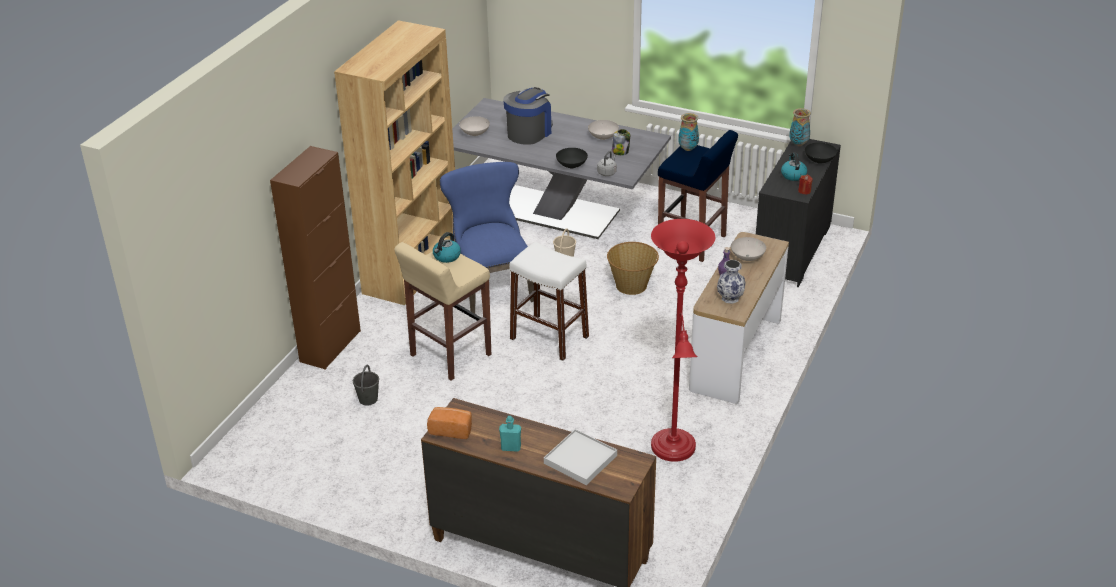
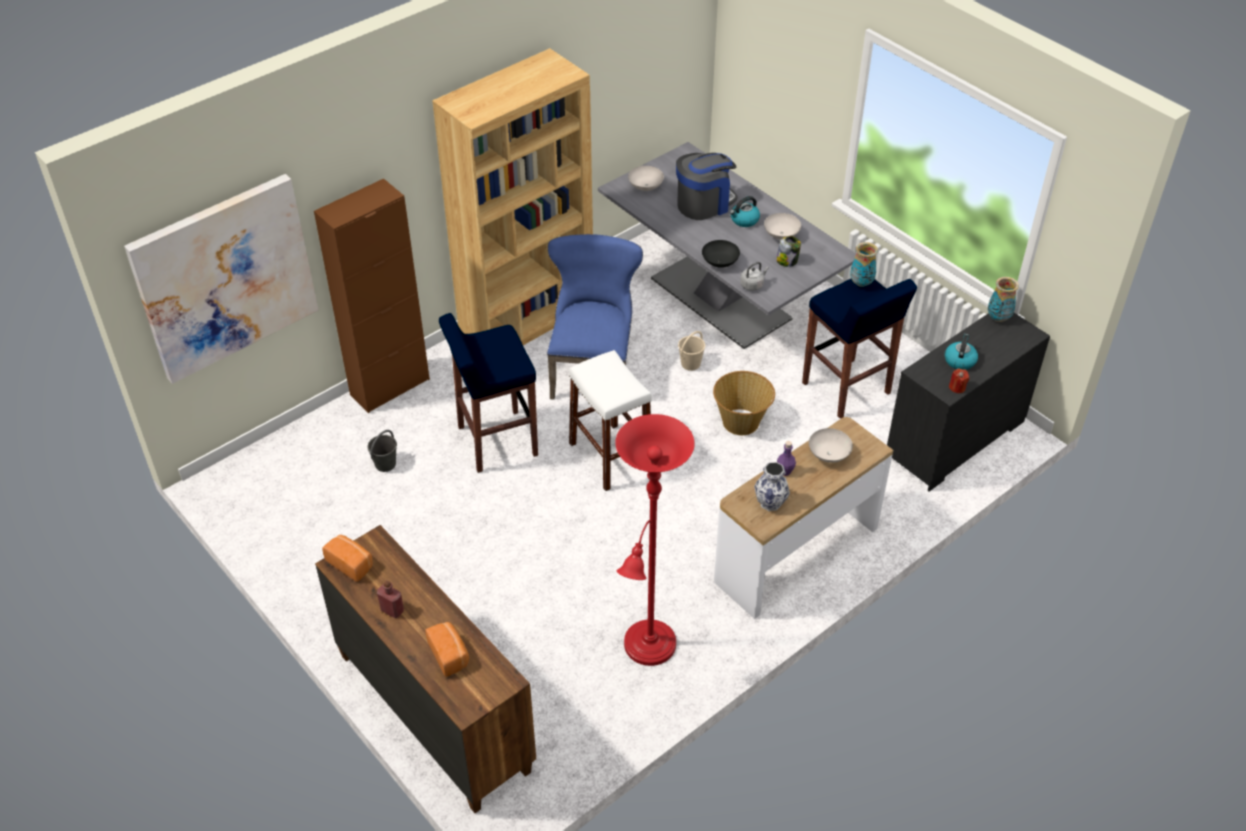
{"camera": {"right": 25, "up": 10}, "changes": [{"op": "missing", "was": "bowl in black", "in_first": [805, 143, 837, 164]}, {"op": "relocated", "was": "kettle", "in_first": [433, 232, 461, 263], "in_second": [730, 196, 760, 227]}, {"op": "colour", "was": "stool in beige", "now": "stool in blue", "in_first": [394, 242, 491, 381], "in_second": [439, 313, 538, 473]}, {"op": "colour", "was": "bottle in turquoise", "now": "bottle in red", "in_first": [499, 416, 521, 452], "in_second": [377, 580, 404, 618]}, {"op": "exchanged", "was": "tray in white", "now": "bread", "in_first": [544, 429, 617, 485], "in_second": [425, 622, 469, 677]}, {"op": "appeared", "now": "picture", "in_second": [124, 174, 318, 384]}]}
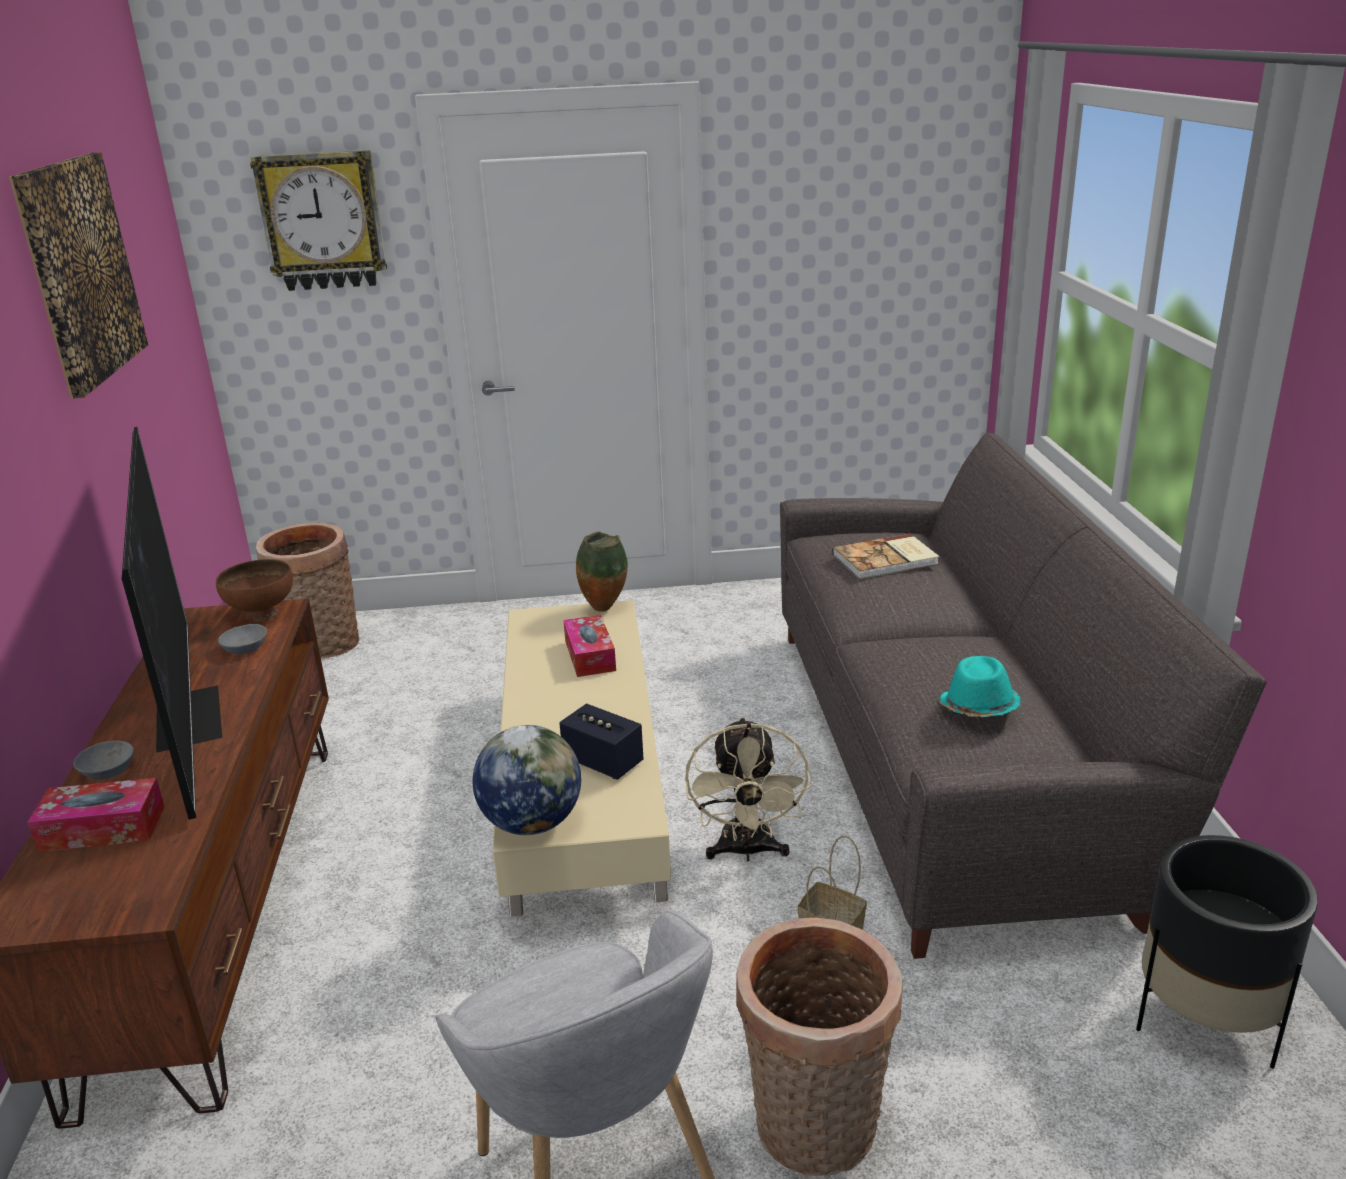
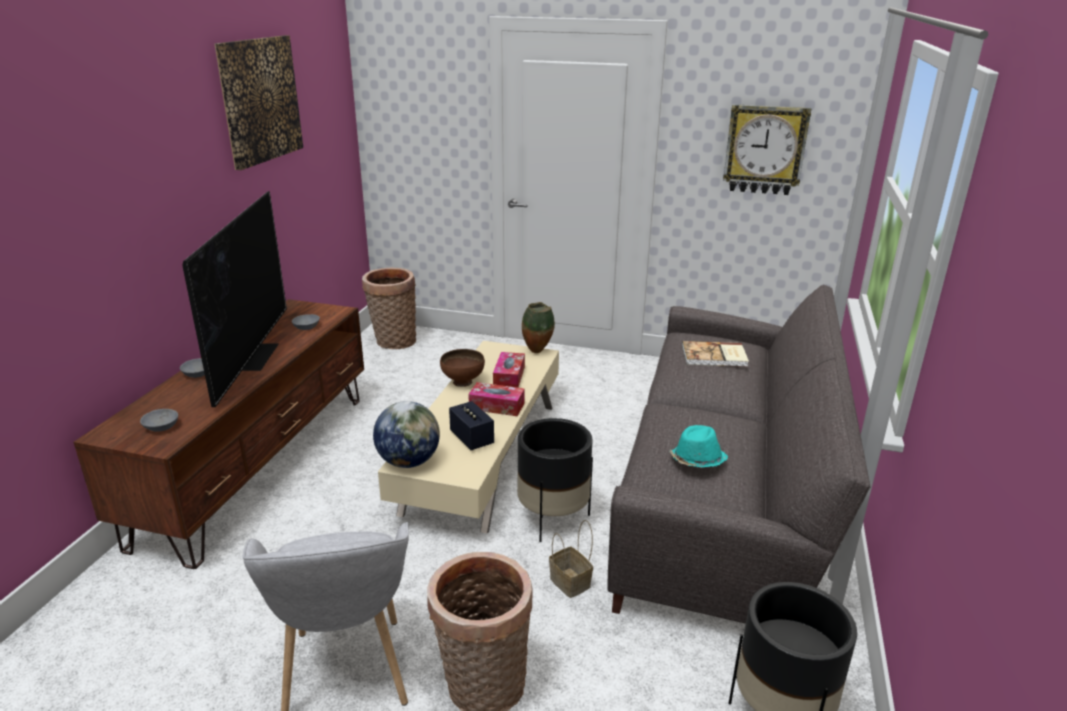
{"camera": {"right": 20, "up": 0}, "changes": [{"op": "relocated", "was": "wall clock", "in_first": [250, 150, 387, 291], "in_second": [723, 104, 811, 195]}, {"op": "relocated", "was": "bowl in brown", "in_first": [216, 559, 293, 621], "in_second": [440, 349, 485, 387]}, {"op": "exchanged", "was": "fan in beige", "now": "planter in black", "in_first": [685, 717, 811, 862], "in_second": [517, 418, 593, 542]}, {"op": "relocated", "was": "tissue box", "in_first": [27, 778, 165, 852], "in_second": [468, 382, 525, 416]}, {"op": "appeared", "now": "bowl in grey", "in_second": [140, 409, 178, 432]}]}
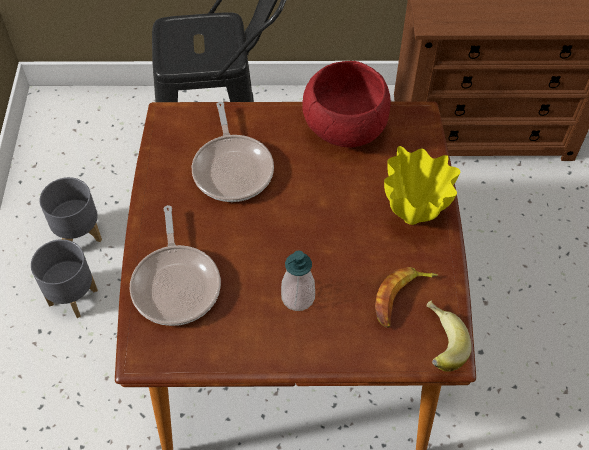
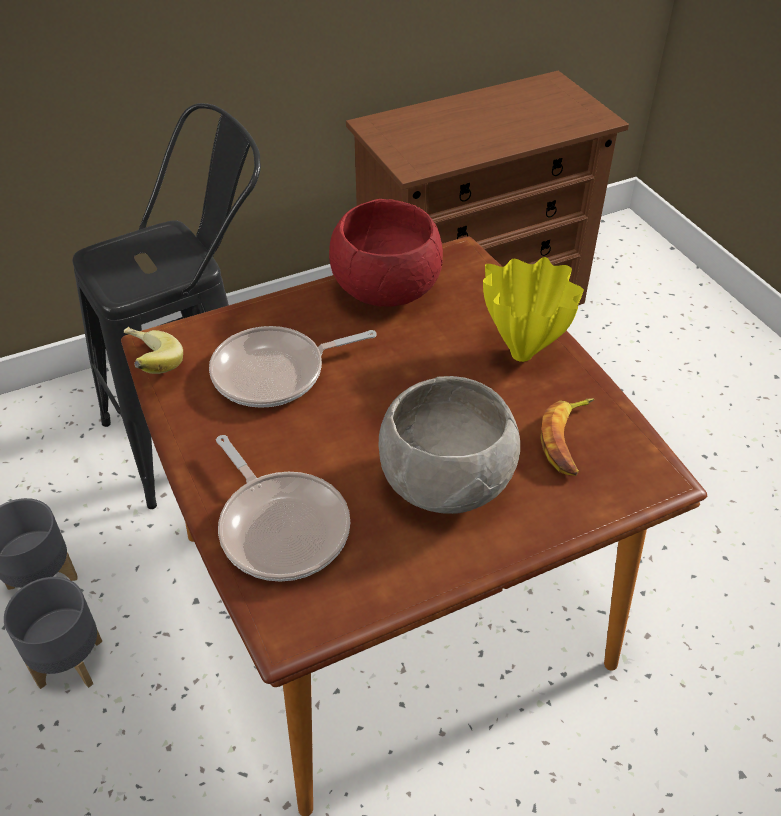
{"camera": {"right": -25, "up": -10}, "changes": [{"op": "spun", "was": "frying pan", "in_first": [192, 102, 274, 202], "in_second": [209, 326, 377, 408], "clockwise": 105}, {"op": "exchanged", "was": "soap dispenser", "now": "bowl in grey", "in_first": [281, 251, 315, 311], "in_second": [379, 376, 520, 514]}, {"op": "relocated", "was": "banana", "in_first": [427, 301, 472, 372], "in_second": [124, 327, 183, 374]}]}
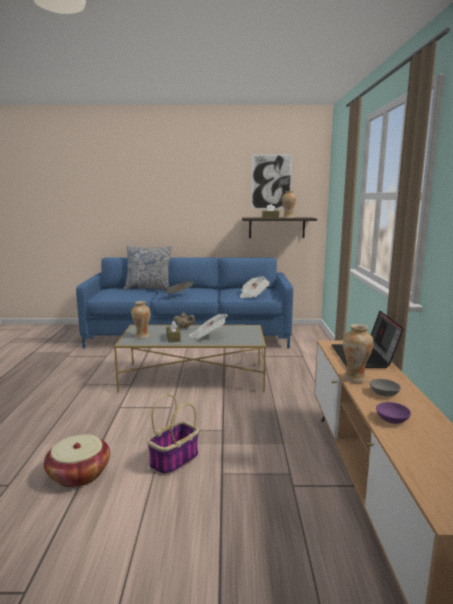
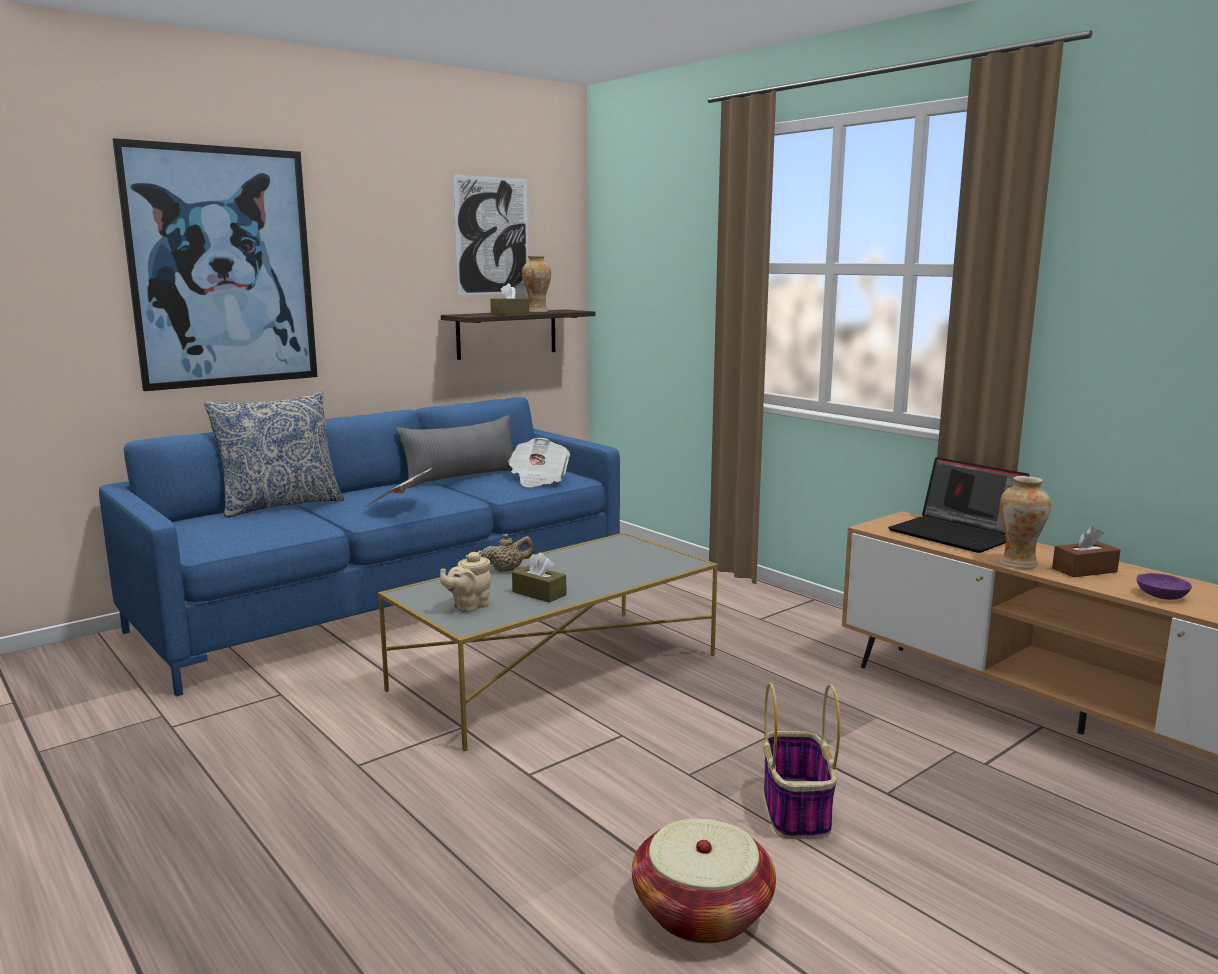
{"camera": {"right": -40, "up": 0}, "changes": [{"op": "exchanged", "was": "vase", "now": "teapot in beige", "in_first": [131, 301, 151, 339], "in_second": [440, 551, 491, 613]}, {"op": "missing", "was": "newspaper", "in_first": [189, 314, 228, 339]}, {"op": "exchanged", "was": "bowl in grey", "now": "tissue box in brown", "in_first": [370, 379, 401, 396], "in_second": [1052, 526, 1120, 577]}, {"op": "appeared", "now": "picture", "in_second": [112, 138, 318, 391]}, {"op": "appeared", "now": "pillow in grey", "in_second": [396, 415, 513, 488]}]}
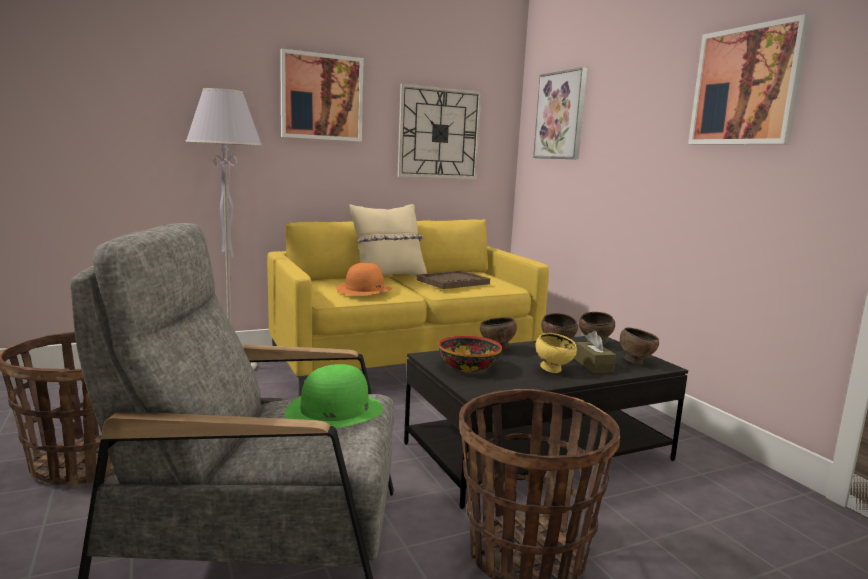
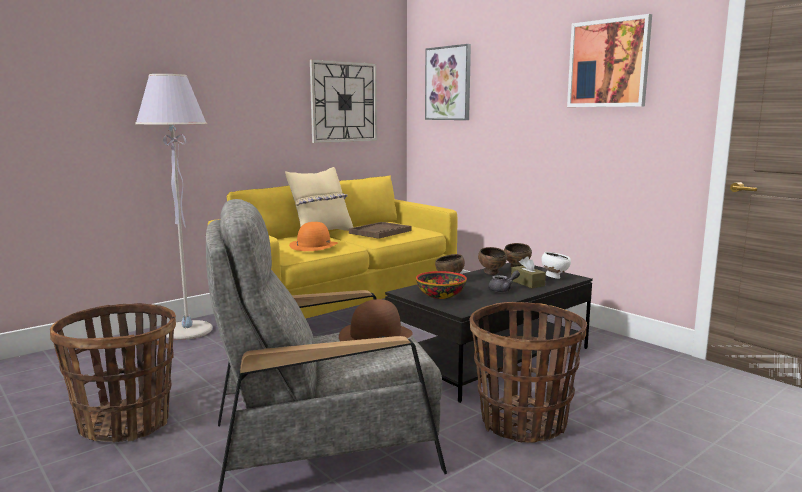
{"camera": {"right": -15, "up": 0}, "changes": [{"op": "missing", "was": "picture", "in_first": [280, 49, 364, 142]}, {"op": "colour", "was": "bowl in brown", "now": "bowl in white", "in_first": [620, 327, 659, 365], "in_second": [541, 252, 571, 279]}, {"op": "exchanged", "was": "bowl in yellow", "now": "teapot in grey", "in_first": [535, 333, 577, 373], "in_second": [488, 270, 520, 293]}, {"op": "colour", "was": "hat in green", "now": "hat in brown", "in_first": [285, 364, 384, 428], "in_second": [339, 299, 413, 341]}]}
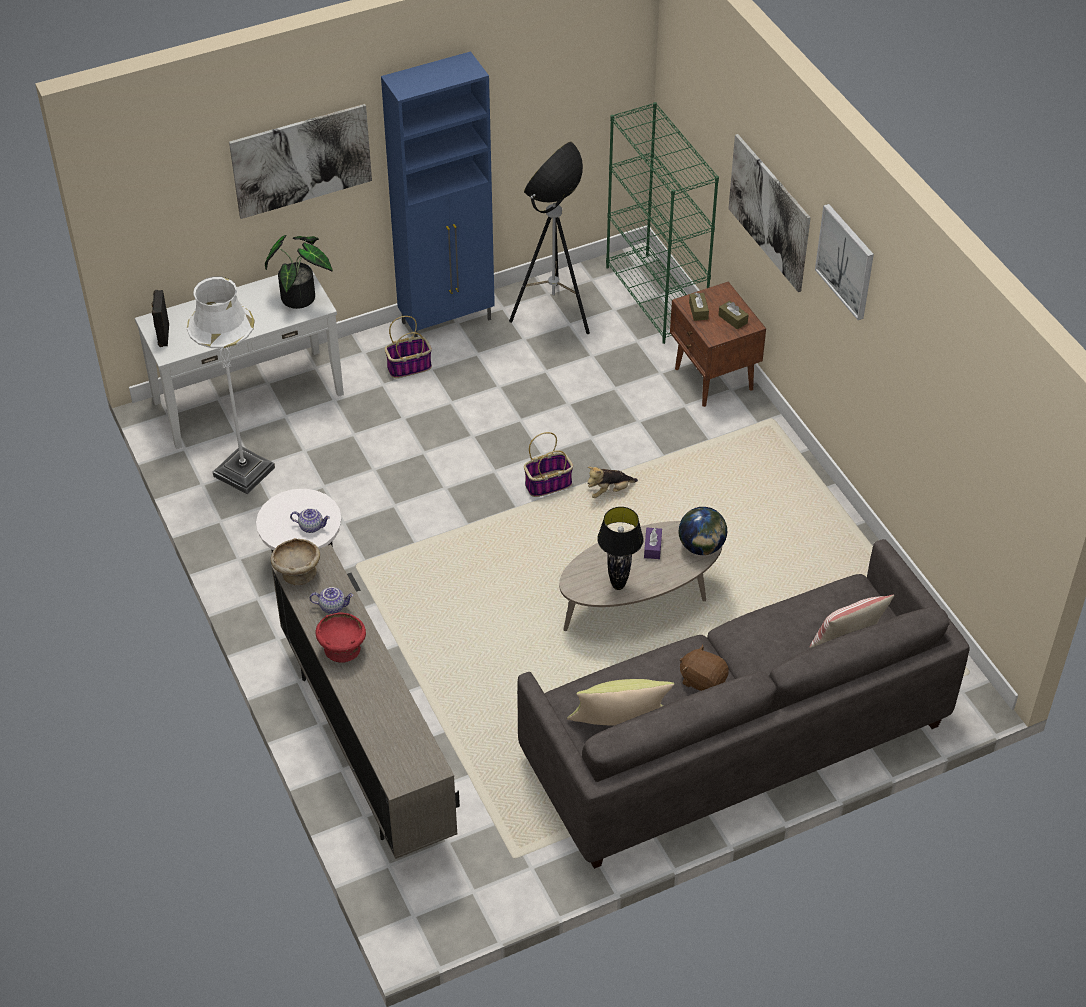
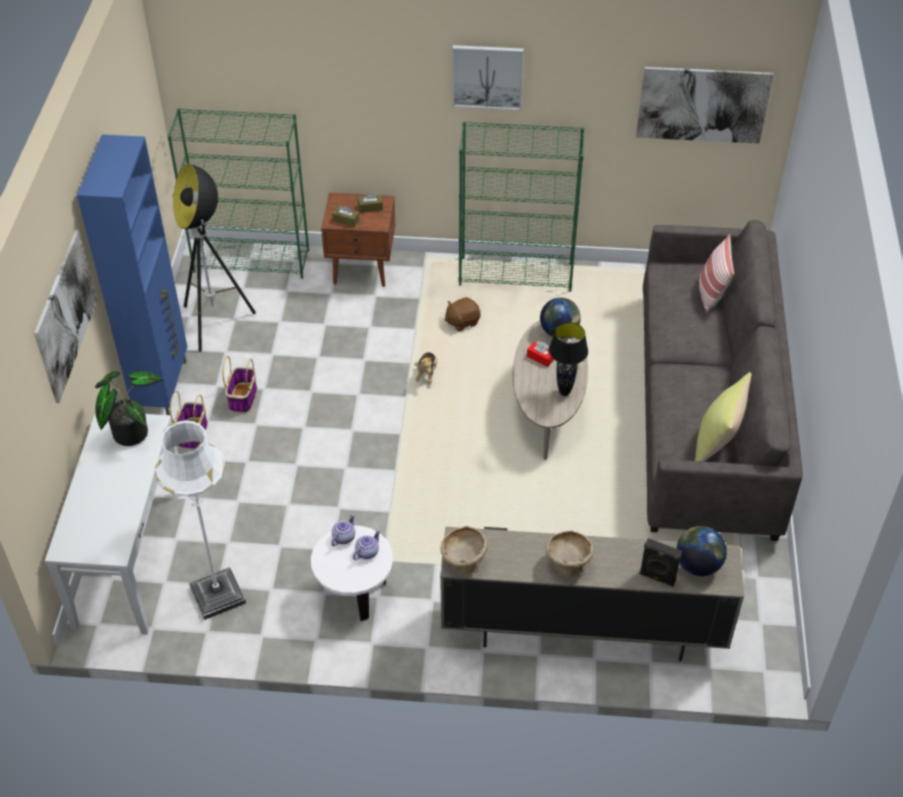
{"camera": {"right": -60, "up": 0}, "changes": [{"op": "relocated", "was": "picture", "in_first": [728, 134, 811, 292], "in_second": [636, 67, 774, 144]}, {"op": "relocated", "was": "speaker in black", "in_first": [152, 290, 169, 347], "in_second": [639, 538, 682, 587]}, {"op": "relocated", "was": "basket", "in_first": [524, 432, 573, 497], "in_second": [223, 356, 257, 413]}, {"op": "colour", "was": "tissue box in purple", "now": "tissue box in red", "in_first": [644, 528, 662, 559], "in_second": [527, 341, 554, 367]}, {"op": "relocated", "was": "teapot", "in_first": [310, 587, 354, 614], "in_second": [331, 514, 355, 546]}, {"op": "colour", "was": "bowl in red", "now": "bowl in beige", "in_first": [315, 613, 366, 662], "in_second": [546, 530, 594, 577]}, {"op": "relocated", "was": "plush toy in brown", "in_first": [680, 645, 729, 691], "in_second": [445, 297, 481, 331]}, {"op": "appeared", "now": "bookcase in green", "in_second": [459, 121, 584, 292]}, {"op": "appeared", "now": "globe", "in_second": [676, 526, 727, 576]}]}
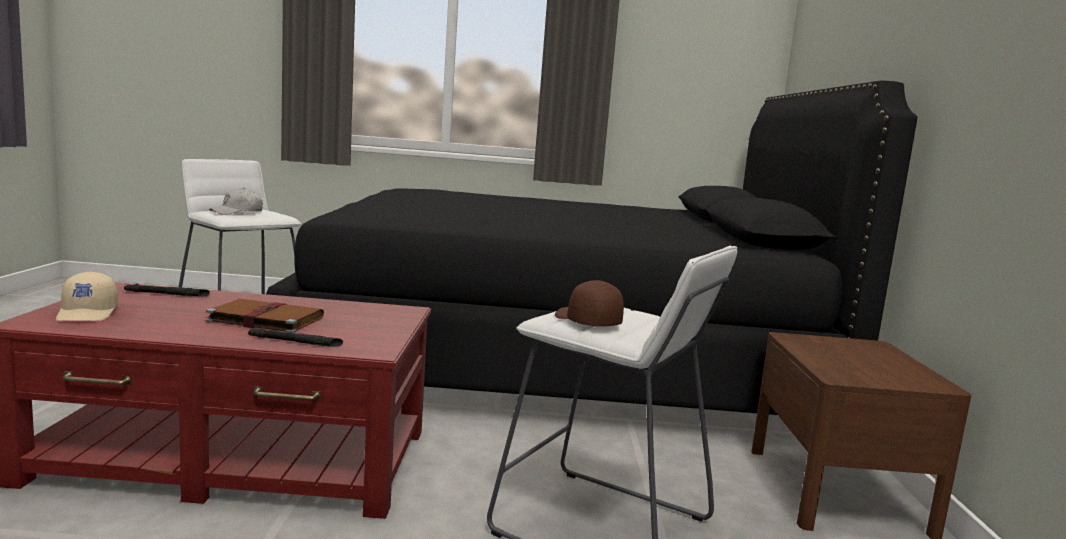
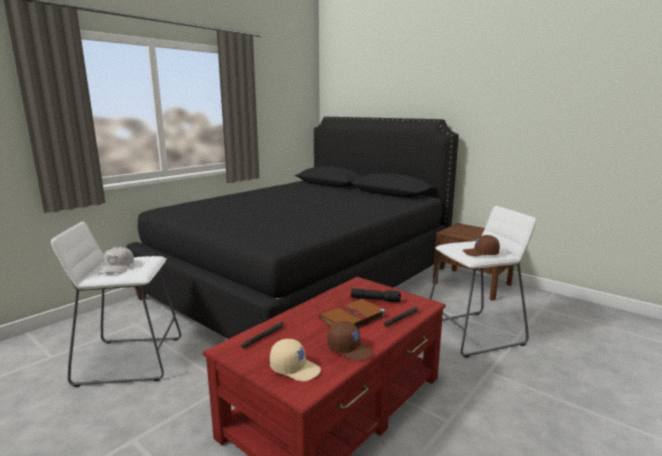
{"camera": {"right": -50, "up": 5}, "changes": [{"op": "appeared", "now": "flashlight in black", "in_second": [351, 289, 401, 302]}, {"op": "appeared", "now": "cap in brown", "in_second": [327, 321, 374, 361]}]}
